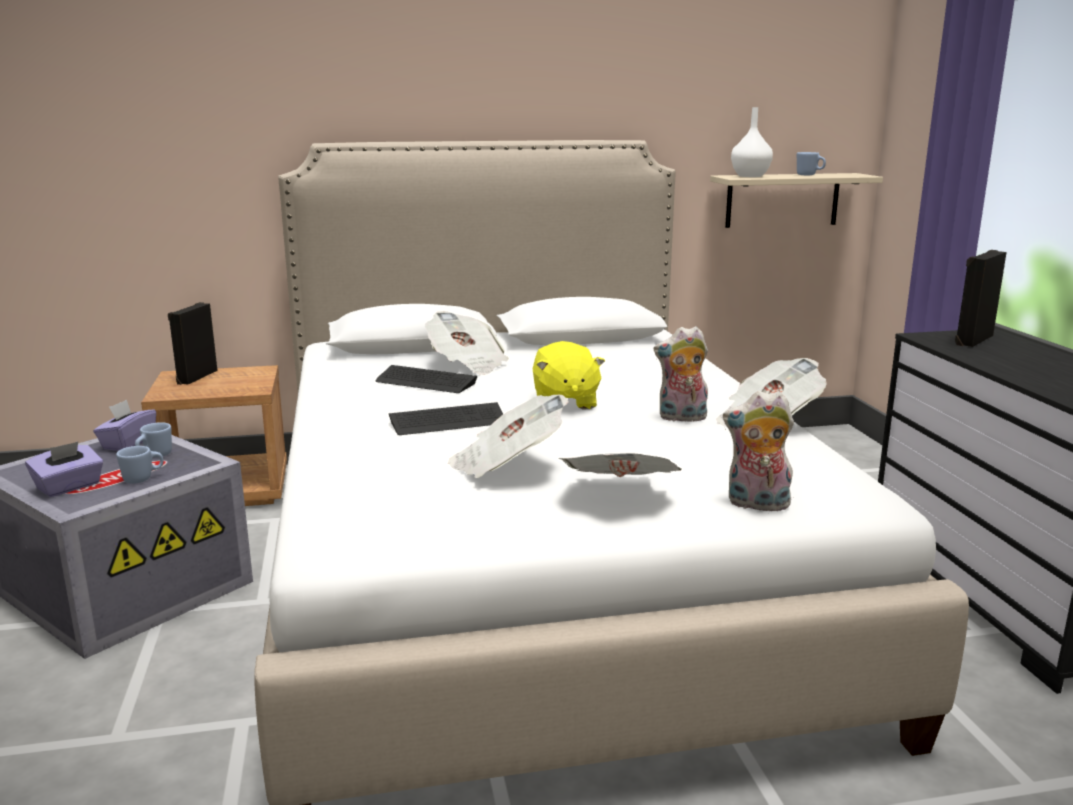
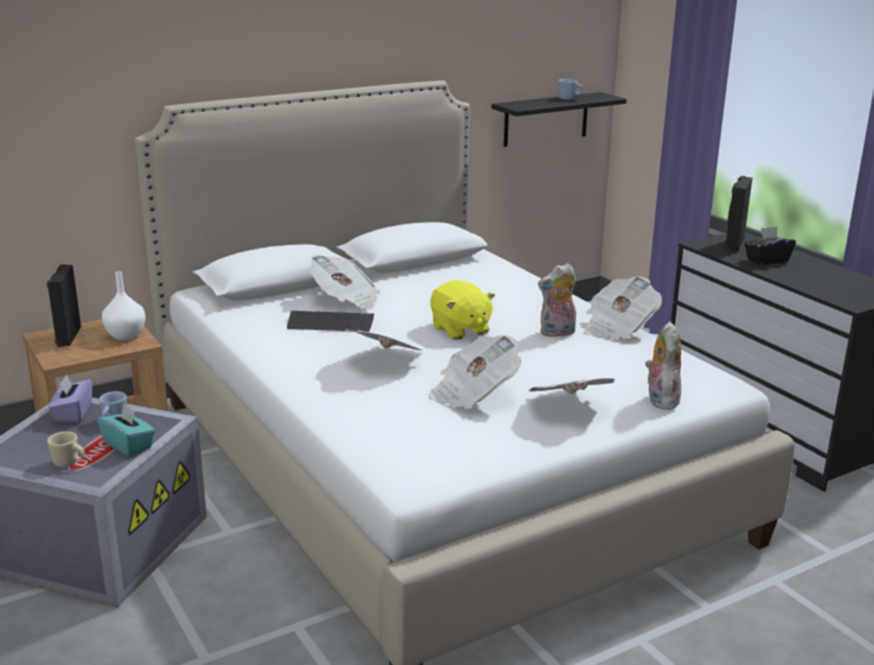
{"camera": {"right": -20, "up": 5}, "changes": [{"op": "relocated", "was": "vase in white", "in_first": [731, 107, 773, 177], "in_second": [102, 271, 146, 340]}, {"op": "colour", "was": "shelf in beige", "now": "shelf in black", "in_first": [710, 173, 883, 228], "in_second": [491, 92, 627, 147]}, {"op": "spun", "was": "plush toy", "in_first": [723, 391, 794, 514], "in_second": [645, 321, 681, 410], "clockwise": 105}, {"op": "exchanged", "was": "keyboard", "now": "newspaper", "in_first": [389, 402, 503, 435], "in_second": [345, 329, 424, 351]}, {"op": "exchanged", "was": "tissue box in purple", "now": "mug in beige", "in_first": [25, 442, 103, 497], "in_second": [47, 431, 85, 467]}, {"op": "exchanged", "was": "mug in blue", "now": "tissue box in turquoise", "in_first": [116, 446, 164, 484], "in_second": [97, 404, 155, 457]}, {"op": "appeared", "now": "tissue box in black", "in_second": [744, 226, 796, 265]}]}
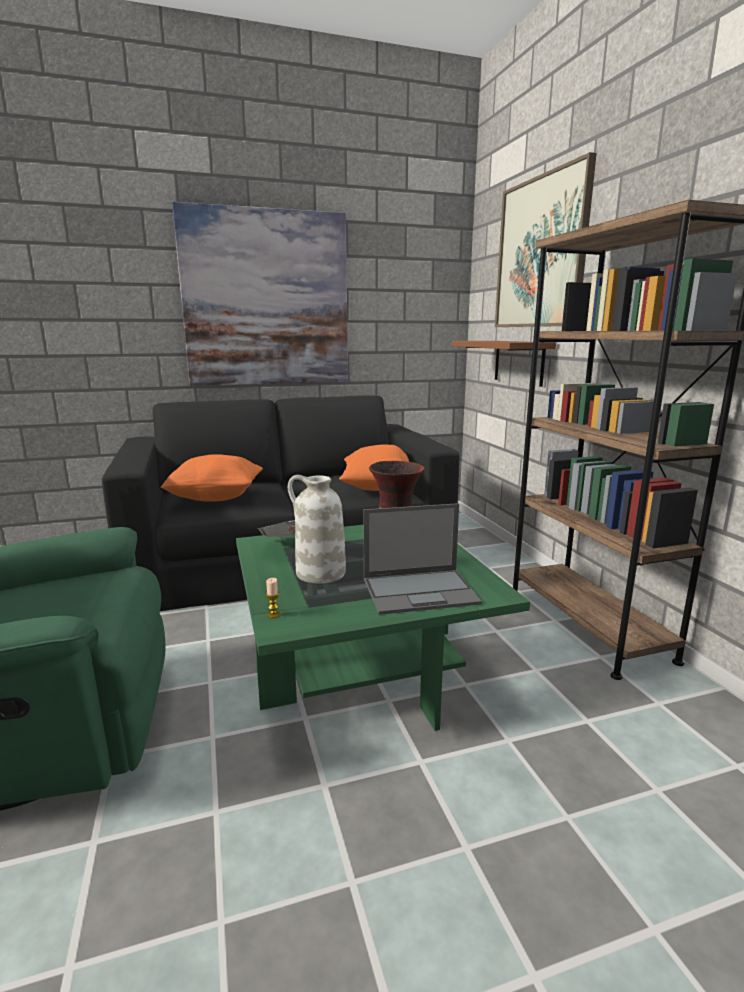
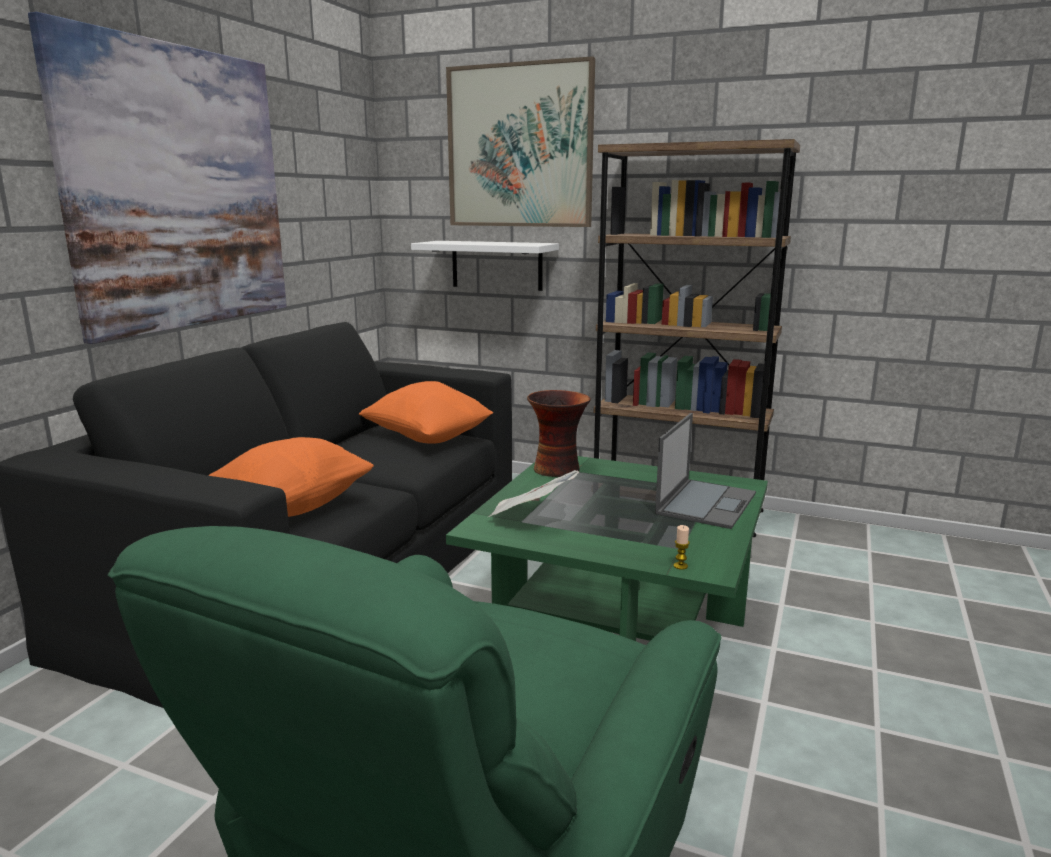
{"camera": {"right": -50, "up": 0}, "changes": [{"op": "colour", "was": "shelf in brown", "now": "shelf in white", "in_first": [451, 341, 556, 387], "in_second": [411, 241, 559, 291]}, {"op": "missing", "was": "vase in white", "in_first": [288, 475, 346, 584]}]}
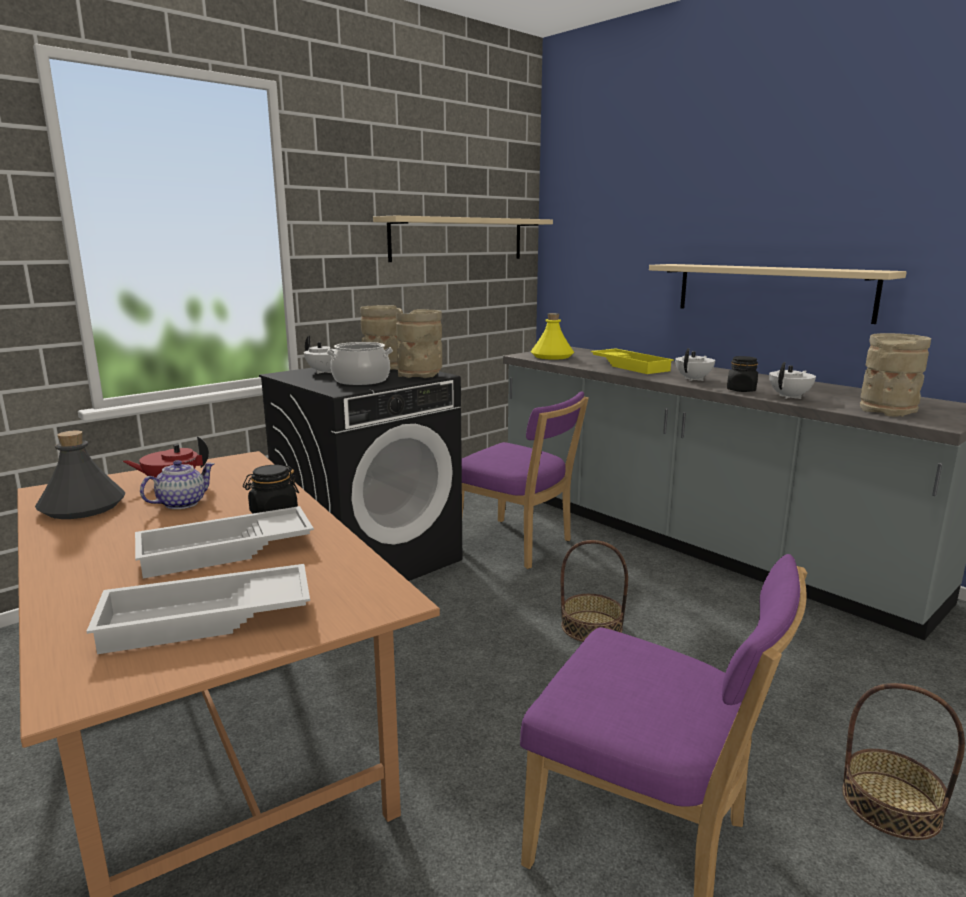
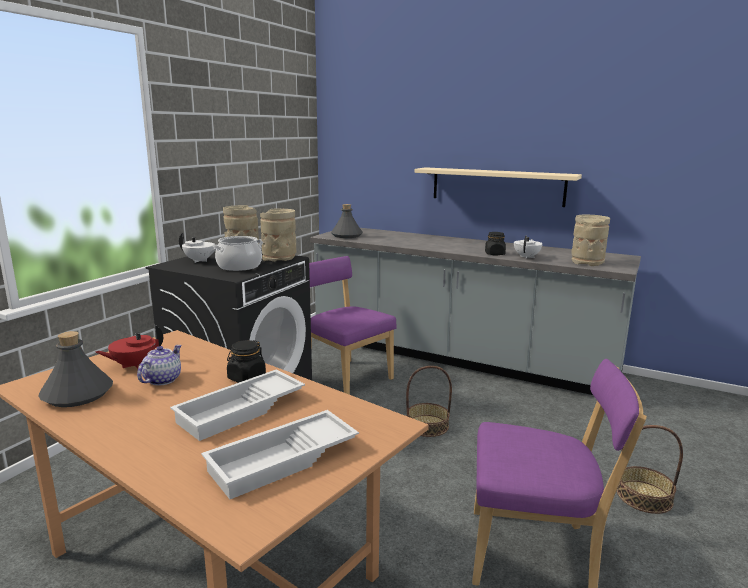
{"camera": {"right": -20, "up": 0}, "changes": [{"op": "missing", "was": "shelf in beige", "in_first": [373, 216, 553, 262]}, {"op": "colour", "was": "bottle in yellow", "now": "bottle in grey", "in_first": [531, 313, 574, 360], "in_second": [331, 204, 363, 238]}, {"op": "missing", "was": "tray in yellow", "in_first": [591, 348, 674, 374]}, {"op": "missing", "was": "teapot in white", "in_first": [675, 348, 715, 381]}, {"op": "spun", "was": "chair in purple", "in_first": [462, 391, 589, 569], "in_second": [309, 256, 397, 395], "clockwise": -150}]}
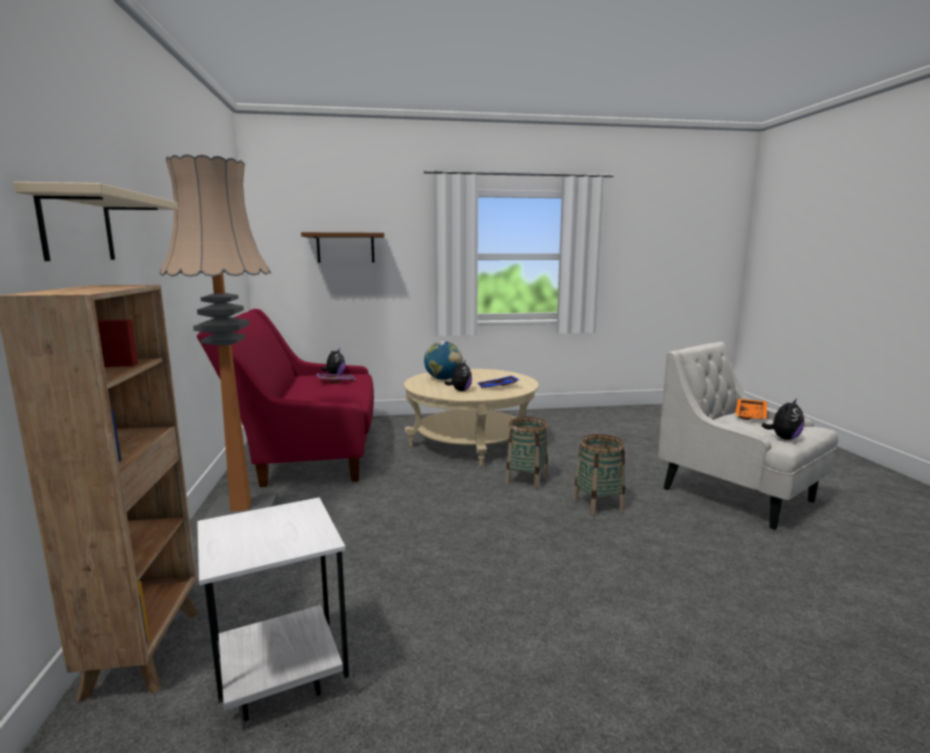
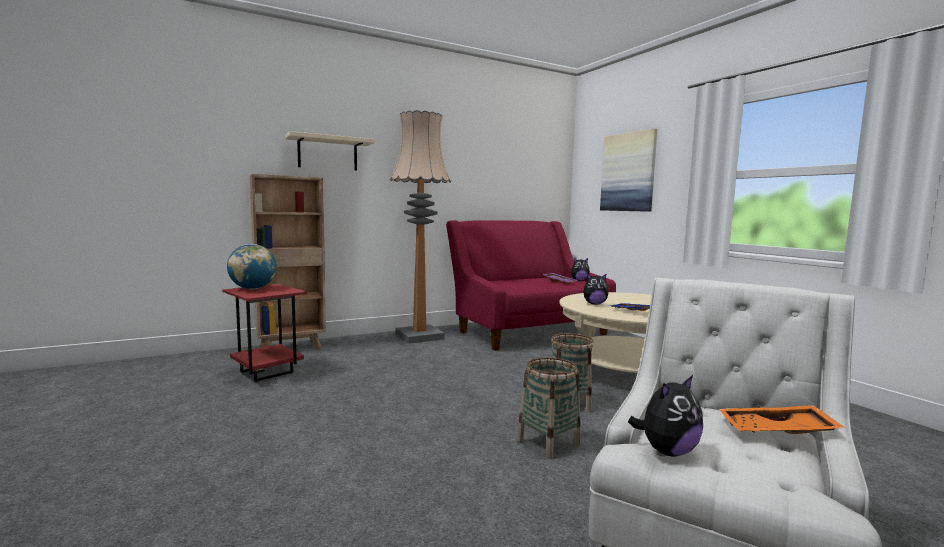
{"camera": {"right": 70, "up": -5}, "changes": [{"op": "exchanged", "was": "shelf in brown", "now": "picture", "in_first": [301, 232, 384, 263], "in_second": [600, 128, 657, 212]}, {"op": "relocated", "was": "globe", "in_first": [424, 341, 463, 380], "in_second": [227, 244, 277, 289]}, {"op": "spun", "was": "plush toy", "in_first": [762, 399, 804, 440], "in_second": [628, 375, 703, 456], "clockwise": -60}, {"op": "colour", "was": "side table in white", "now": "side table in red", "in_first": [197, 497, 349, 721], "in_second": [222, 284, 307, 382]}]}
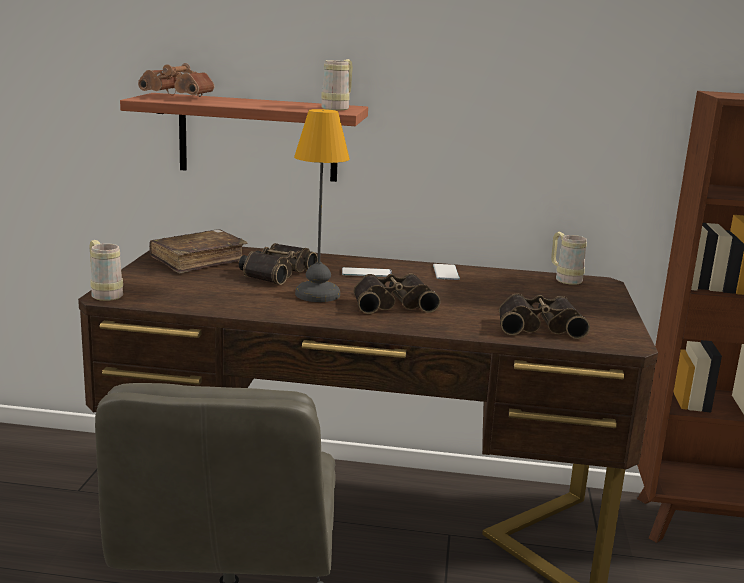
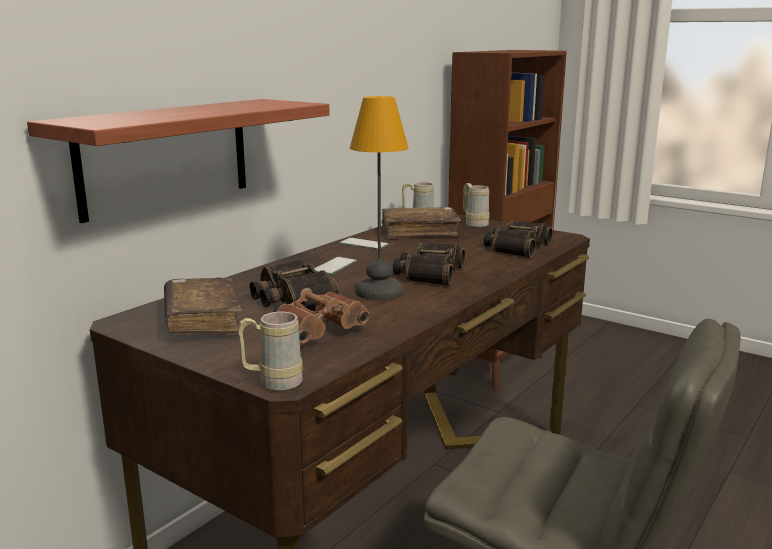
{"camera": {"right": -60, "up": 0}, "changes": [{"op": "relocated", "was": "mug in beige", "in_first": [321, 59, 353, 110], "in_second": [463, 183, 489, 227]}, {"op": "relocated", "was": "binoculars in brown", "in_first": [138, 63, 214, 97], "in_second": [273, 288, 369, 345]}, {"op": "appeared", "now": "book in brown", "in_second": [381, 207, 461, 238]}]}
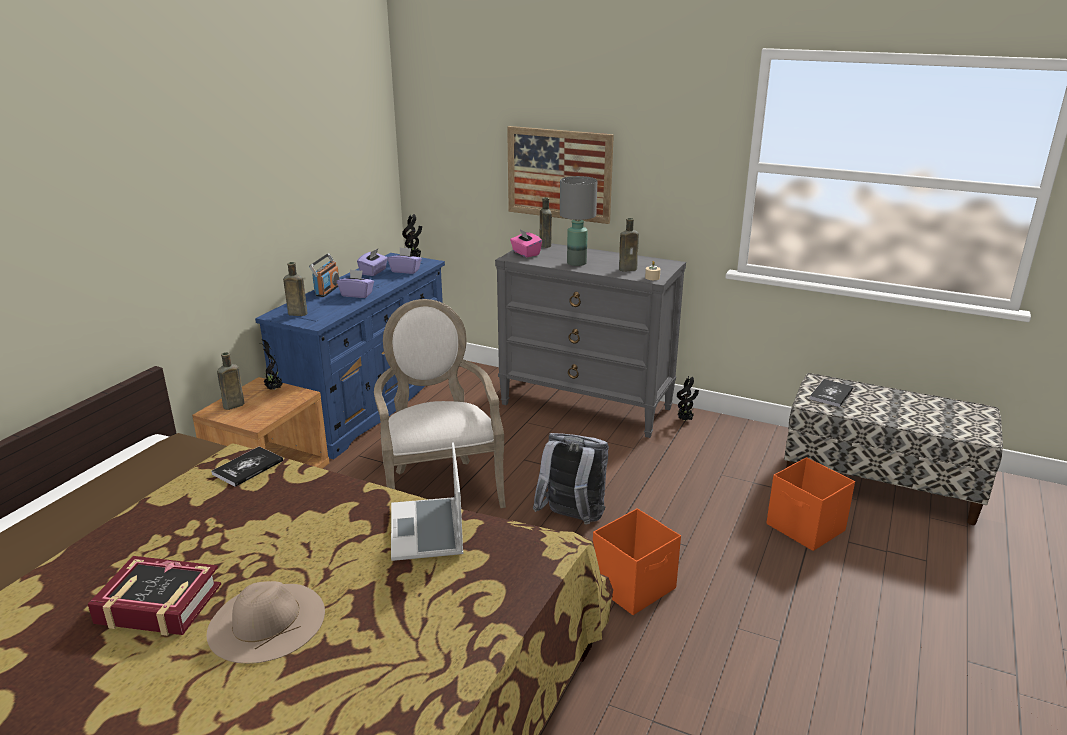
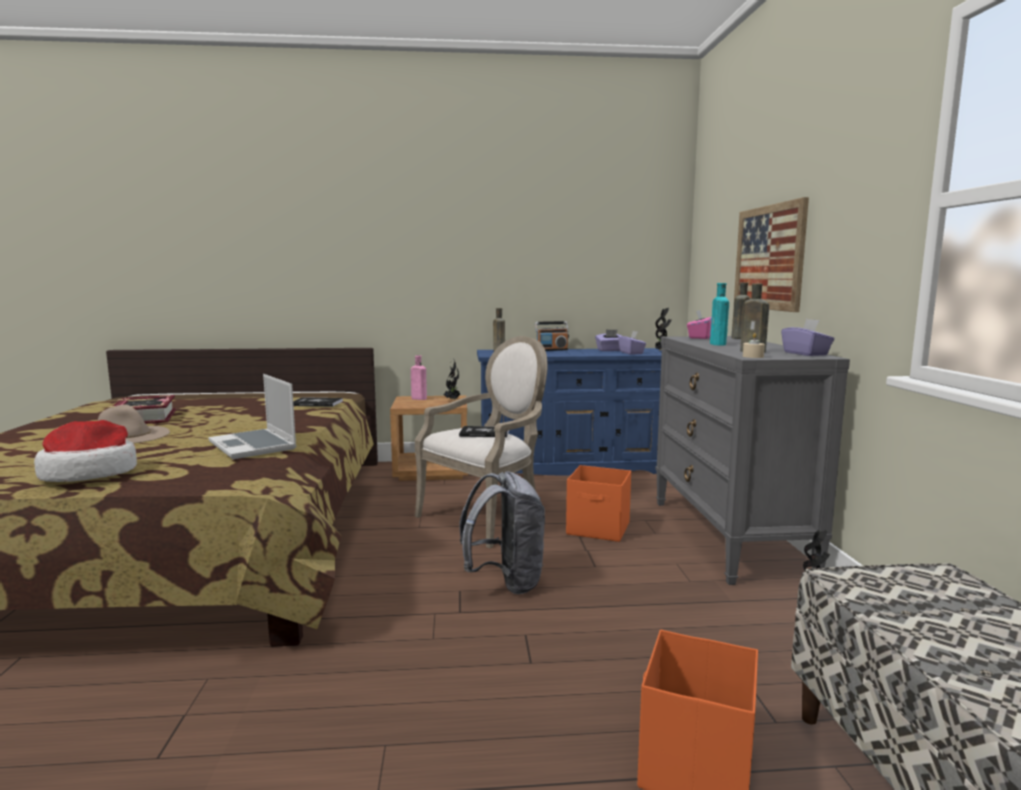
{"camera": {"right": 60, "up": -15}, "changes": [{"op": "exchanged", "was": "table lamp in grey", "now": "bottle in turquoise", "in_first": [560, 176, 597, 266], "in_second": [710, 283, 729, 346]}, {"op": "relocated", "was": "tissue box in purple", "in_first": [337, 269, 374, 298], "in_second": [781, 319, 834, 356]}, {"op": "colour", "was": "bottle in brown", "now": "bottle in pink", "in_first": [217, 352, 244, 410], "in_second": [411, 355, 427, 400]}, {"op": "relocated", "was": "book", "in_first": [810, 379, 853, 407], "in_second": [459, 426, 509, 438]}, {"op": "spun", "was": "laptop", "in_first": [391, 442, 463, 561], "in_second": [208, 374, 297, 459], "clockwise": -90}, {"op": "relocated", "was": "storage box in orange", "in_first": [593, 508, 681, 615], "in_second": [566, 465, 631, 542]}, {"op": "appeared", "now": "hat", "in_second": [34, 420, 137, 482]}]}
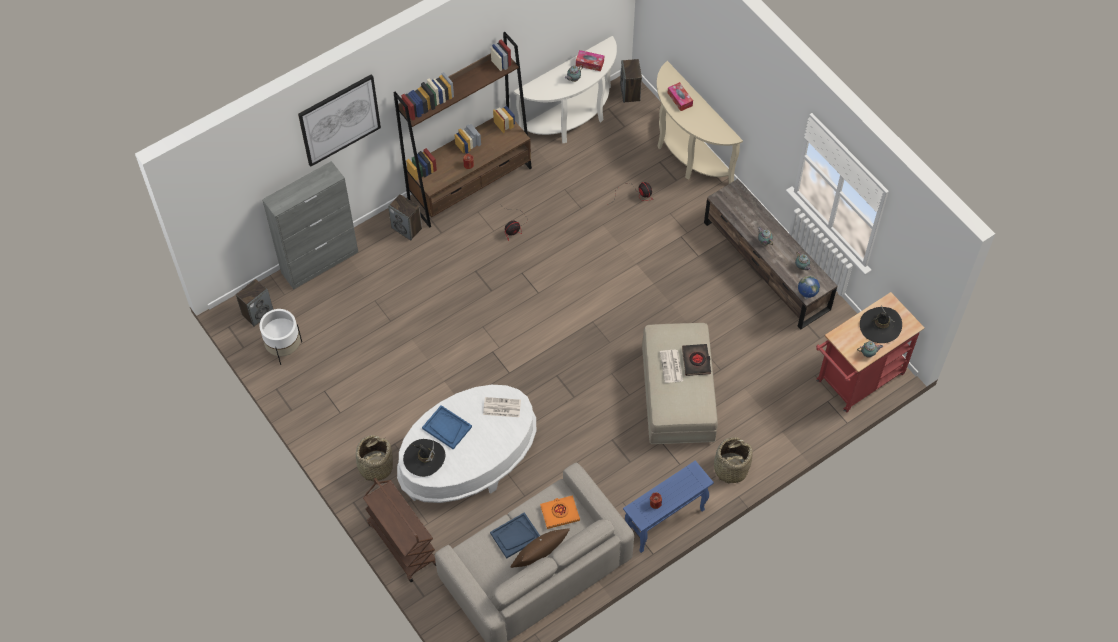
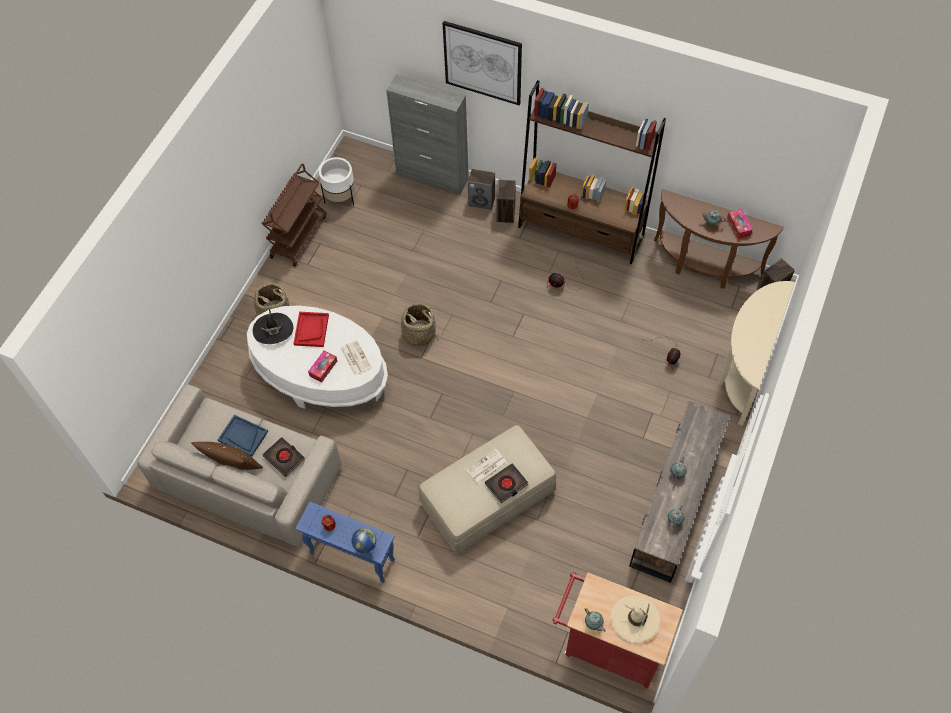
{"camera": {"right": 60, "up": 0}, "changes": [{"op": "colour", "was": "console table in white", "now": "console table in brown", "in_first": [514, 36, 617, 143], "in_second": [654, 189, 784, 289]}, {"op": "relocated", "was": "tissue box", "in_first": [667, 82, 693, 111], "in_second": [308, 350, 337, 383]}, {"op": "relocated", "was": "globe", "in_first": [798, 276, 820, 299], "in_second": [351, 528, 376, 553]}, {"op": "relocated", "was": "speaker", "in_first": [236, 279, 273, 326], "in_second": [468, 169, 495, 210]}, {"op": "colour", "was": "hat in black", "now": "hat in beige", "in_first": [860, 306, 902, 343], "in_second": [610, 595, 660, 643]}, {"op": "colour", "was": "tray in blue", "now": "tray in red", "in_first": [422, 405, 472, 449], "in_second": [293, 312, 329, 347]}, {"op": "relocated", "was": "basket", "in_first": [714, 437, 753, 483], "in_second": [395, 303, 438, 346]}, {"op": "relocated", "was": "cart in brown", "in_first": [363, 478, 436, 583], "in_second": [262, 164, 326, 267]}, {"op": "colour", "was": "book in orange", "now": "book in black", "in_first": [540, 495, 580, 529], "in_second": [263, 437, 305, 477]}]}
